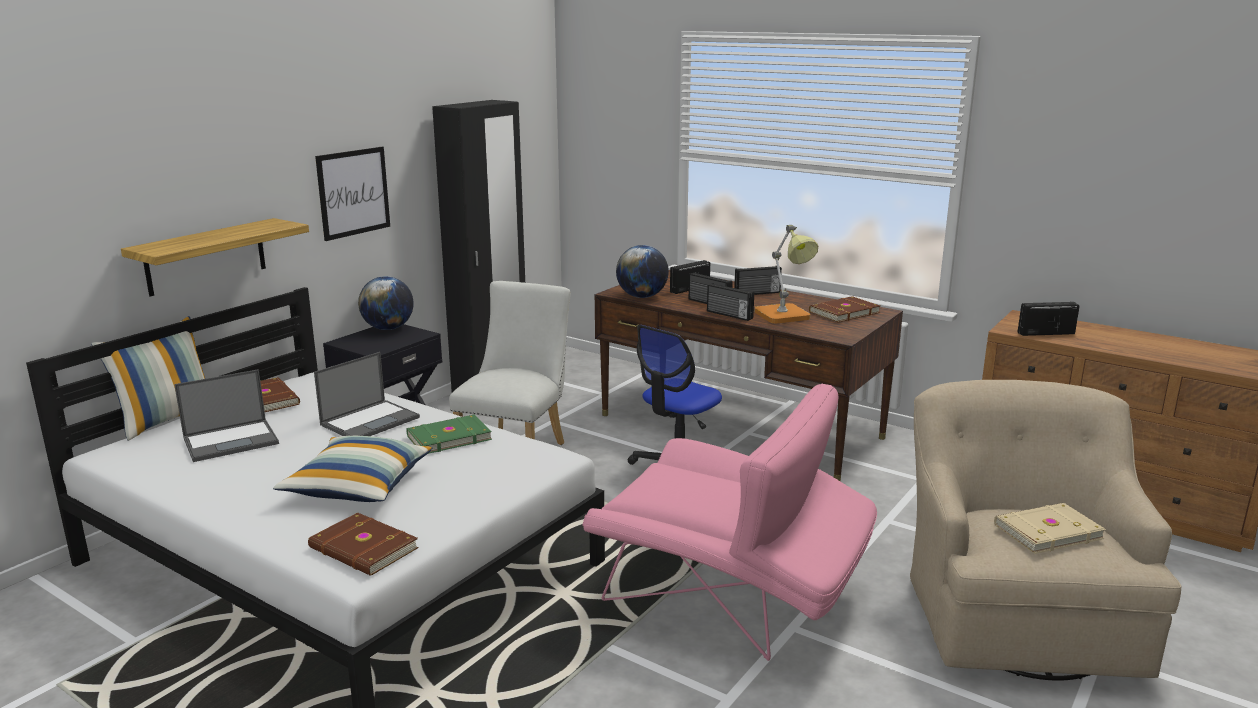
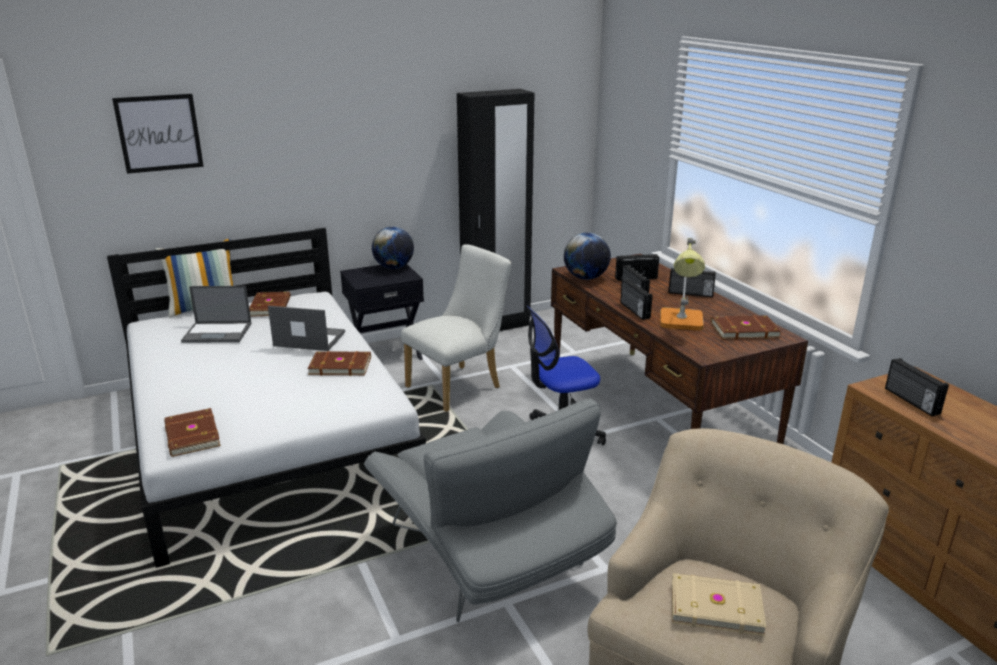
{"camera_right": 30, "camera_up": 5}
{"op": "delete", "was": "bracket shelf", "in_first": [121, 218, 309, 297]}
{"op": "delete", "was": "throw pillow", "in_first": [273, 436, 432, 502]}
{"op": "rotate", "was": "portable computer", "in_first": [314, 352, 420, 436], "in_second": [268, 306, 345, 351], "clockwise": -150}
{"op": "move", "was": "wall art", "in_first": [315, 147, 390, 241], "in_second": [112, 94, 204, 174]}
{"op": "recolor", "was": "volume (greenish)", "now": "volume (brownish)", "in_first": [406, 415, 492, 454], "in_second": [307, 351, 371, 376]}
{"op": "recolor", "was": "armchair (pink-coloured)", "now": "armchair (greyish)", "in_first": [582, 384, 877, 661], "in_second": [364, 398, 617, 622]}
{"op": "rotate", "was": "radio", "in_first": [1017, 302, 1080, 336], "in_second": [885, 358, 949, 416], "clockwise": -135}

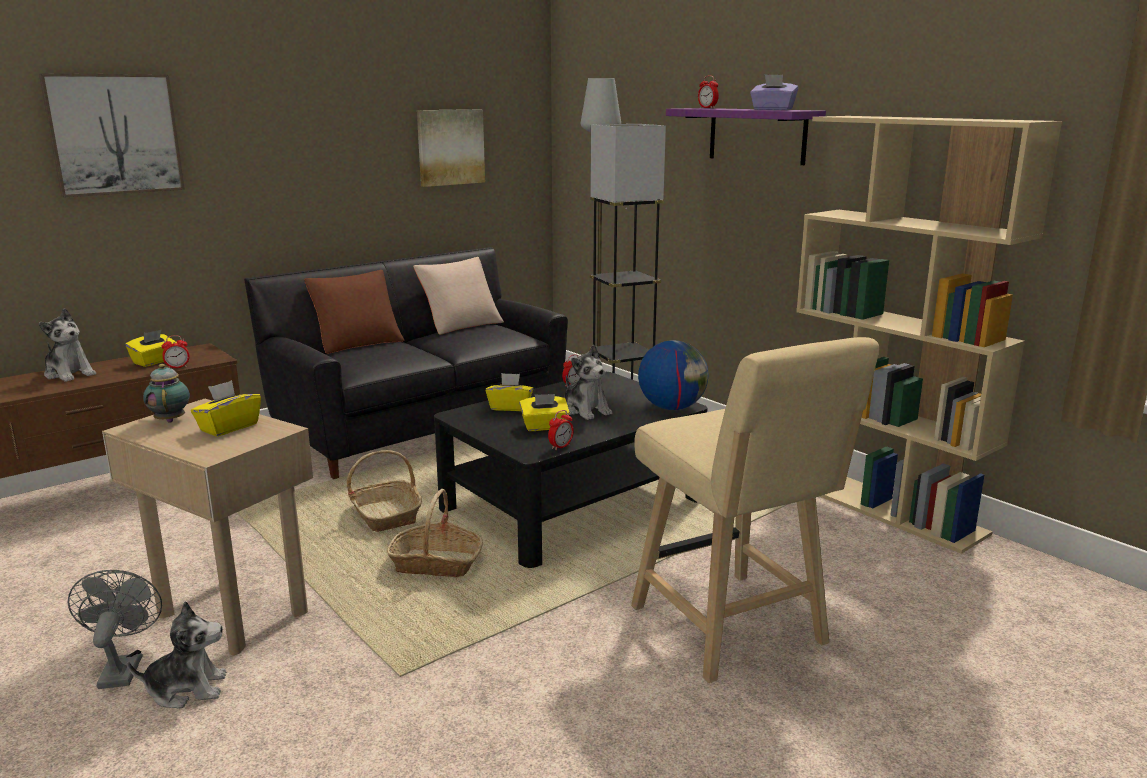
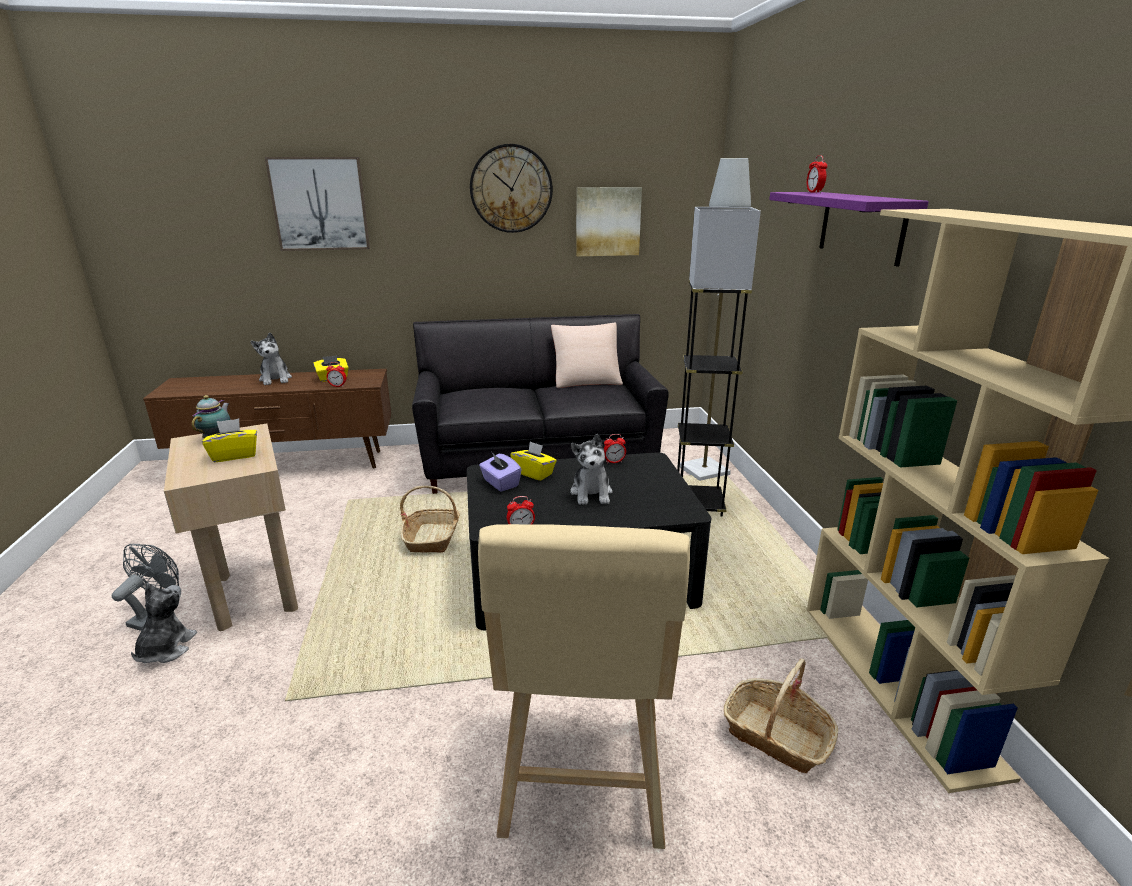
{"camera_right": 30, "camera_up": 5}
{"op": "rotate", "was": "plush toy", "in_first": [127, 601, 227, 709], "in_second": [131, 583, 197, 663], "clockwise": -105}
{"op": "delete", "was": "throw pillow (brownish)", "in_first": [304, 270, 405, 354]}
{"op": "move", "was": "storage basket", "in_first": [387, 489, 483, 577], "in_second": [724, 658, 838, 773]}
{"op": "delete", "was": "box of tissues (yellow)", "in_first": [519, 394, 570, 431]}
{"op": "delete", "was": "desk globe", "in_first": [638, 340, 708, 410]}
{"op": "move", "was": "box of tissues (purple)", "in_first": [750, 74, 798, 110], "in_second": [479, 453, 522, 492]}
{"op": "insert", "now": "clock on the wall", "in_second": [470, 144, 553, 233]}

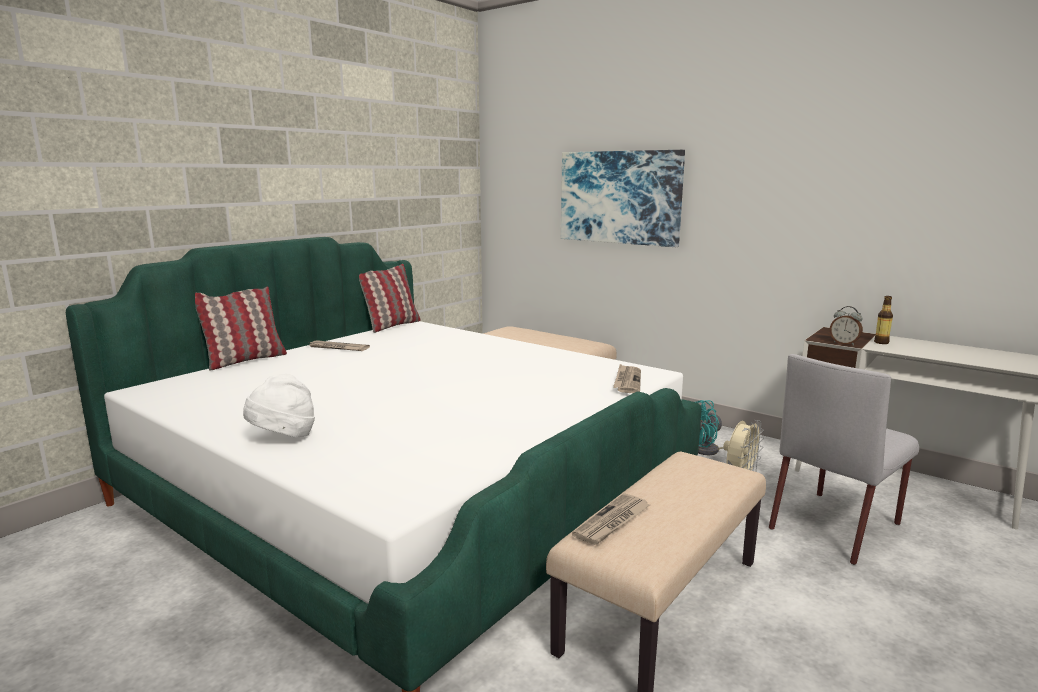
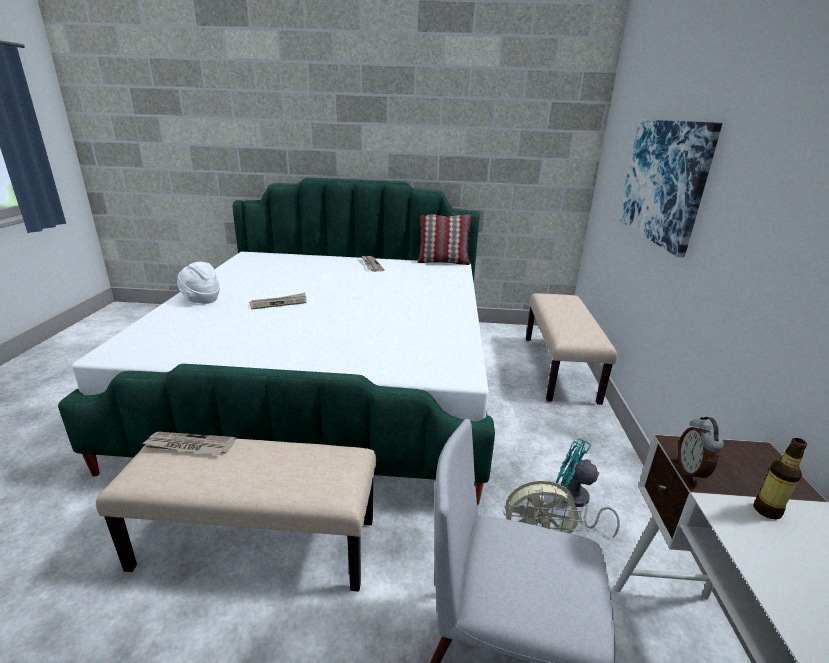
{"camera_right": 55, "camera_up": 10}
{"op": "delete", "was": "throw pillow", "in_first": [195, 287, 287, 371]}
{"op": "move", "was": "daily paper", "in_first": [613, 364, 641, 393], "in_second": [249, 293, 307, 309]}

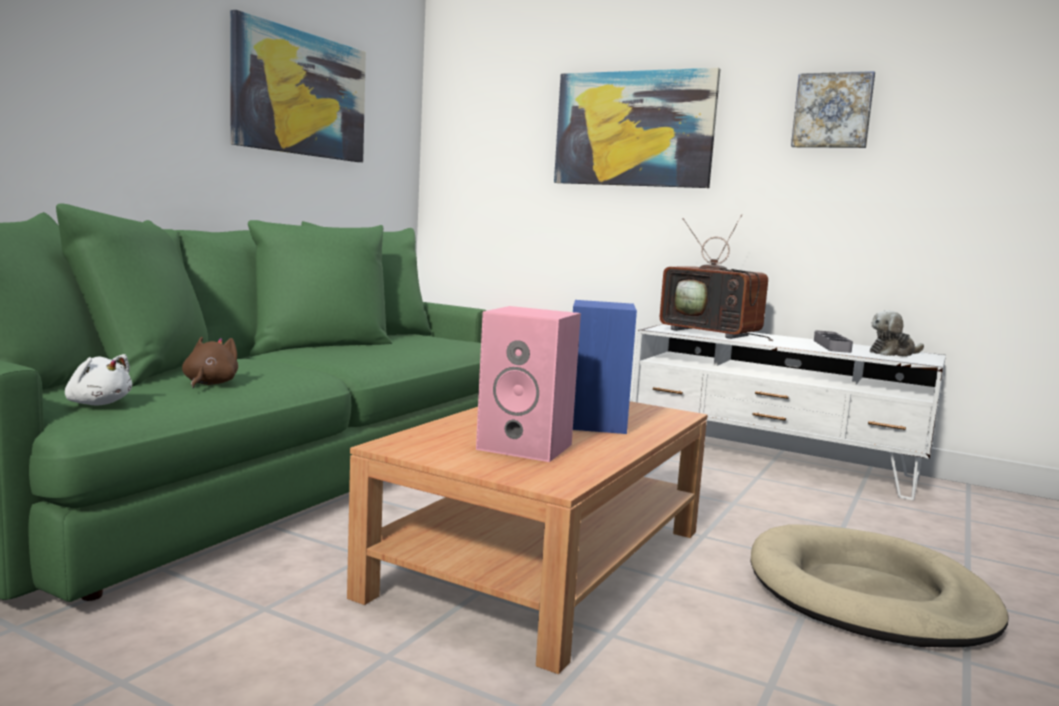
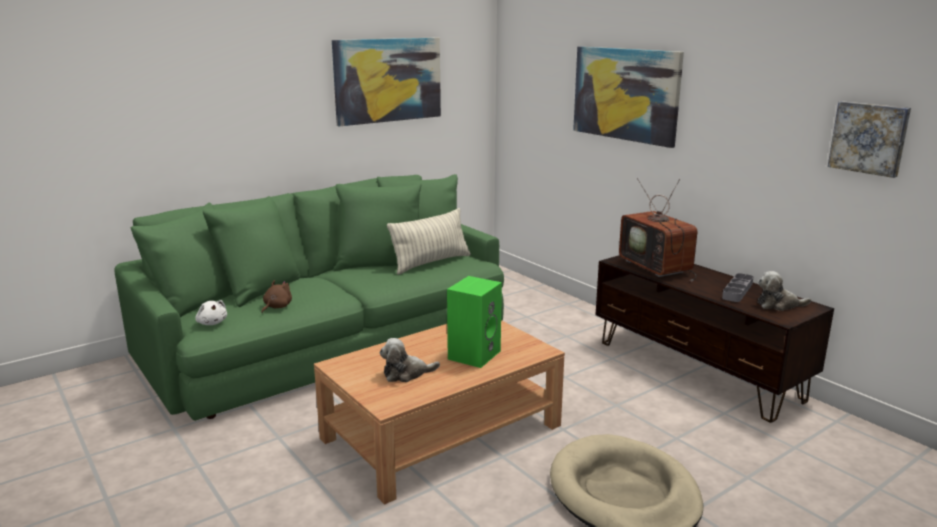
{"camera_right": 25, "camera_up": 10}
{"op": "replace", "was": "audio speaker (pink-coloured)", "now": "plush toy", "in_first": [476, 306, 581, 462], "in_second": [380, 338, 440, 382]}
{"op": "recolor", "was": "audio speaker (bluish)", "now": "audio speaker (greenish)", "in_first": [573, 300, 637, 434], "in_second": [447, 276, 502, 368]}
{"op": "recolor", "was": "tv stand (whitish)", "now": "tv stand (brownish)", "in_first": [632, 324, 946, 500], "in_second": [596, 255, 834, 423]}
{"op": "move", "was": "wall art", "in_first": [791, 71, 875, 148], "in_second": [828, 101, 911, 178]}
{"op": "insert", "now": "throw pillow", "in_second": [387, 208, 471, 275]}

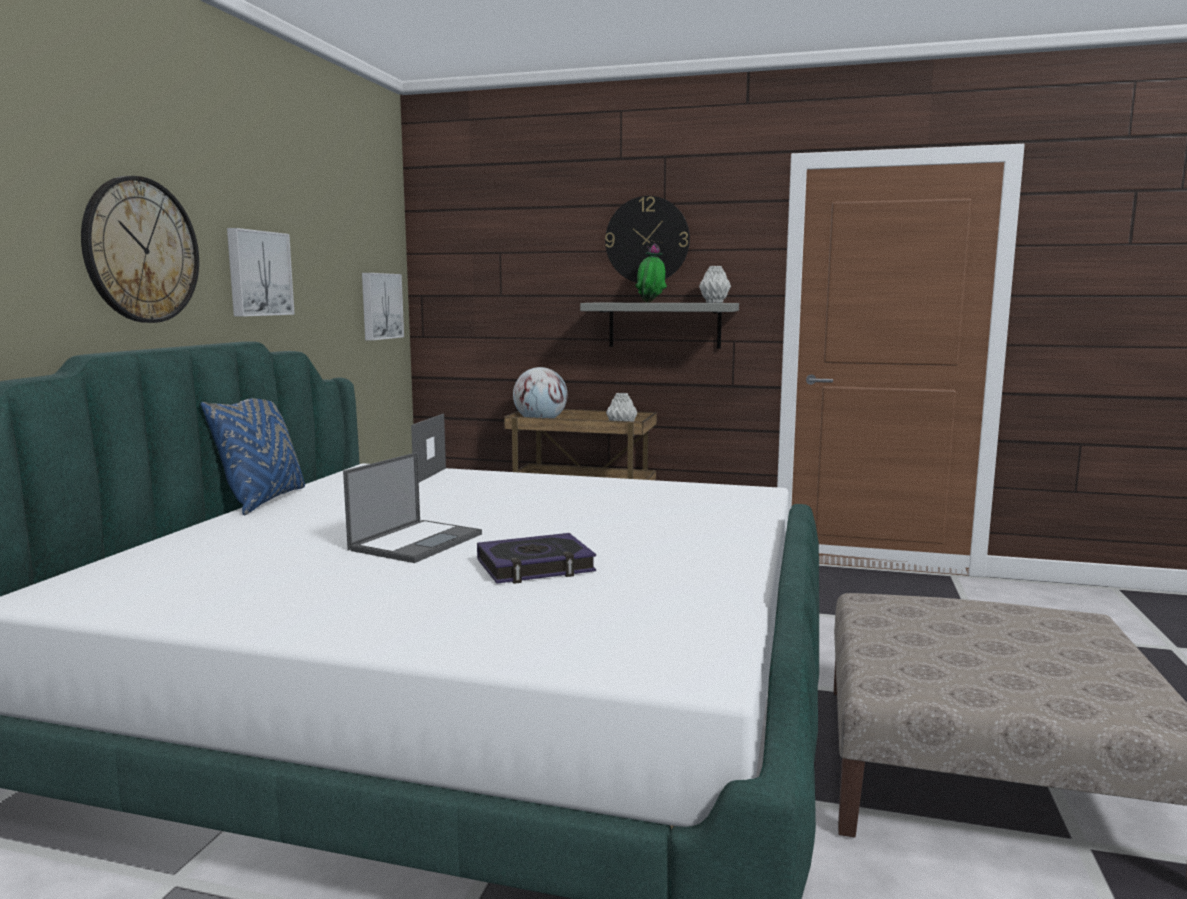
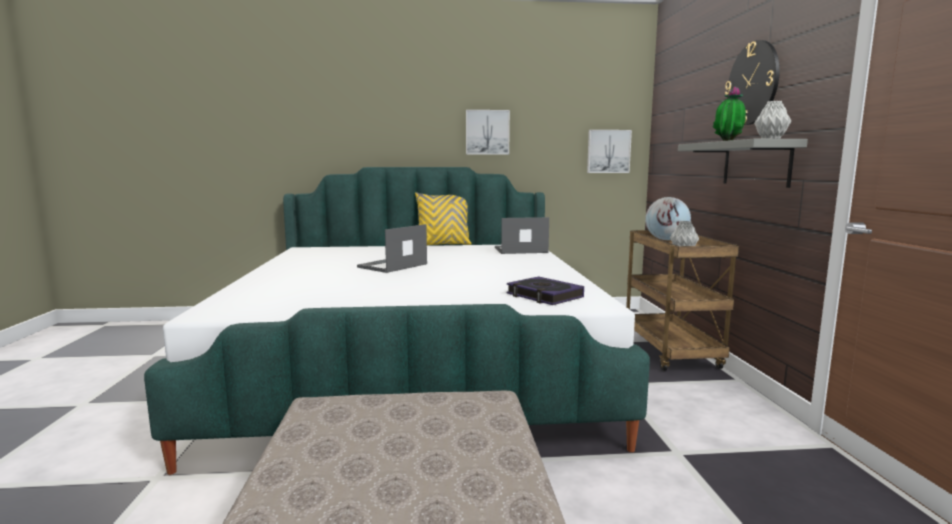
{"camera_right": 70, "camera_up": 0}
{"op": "delete", "was": "clock on the wall", "in_first": [81, 176, 199, 323]}
{"op": "recolor", "was": "throw pillow (bluish)", "now": "throw pillow (yellow)", "in_first": [201, 398, 305, 515], "in_second": [415, 192, 471, 245]}
{"op": "rotate", "was": "portable computer", "in_first": [343, 452, 482, 563], "in_second": [357, 224, 427, 273], "clockwise": 120}
{"op": "move", "was": "volume", "in_first": [477, 533, 596, 584], "in_second": [507, 276, 584, 305]}

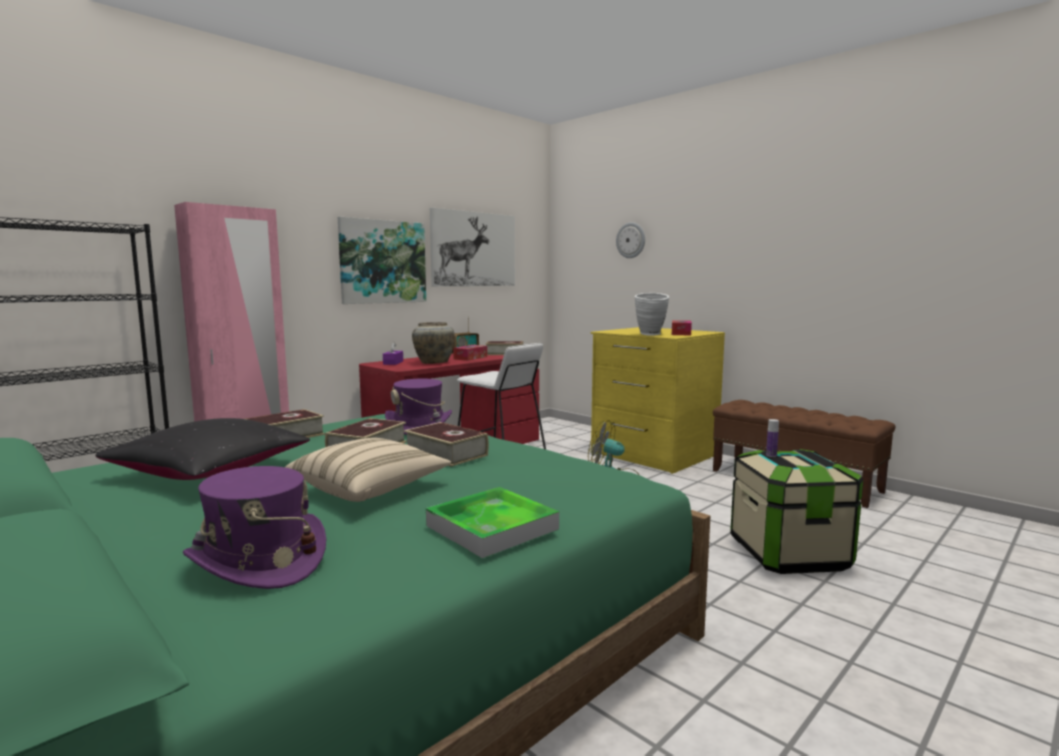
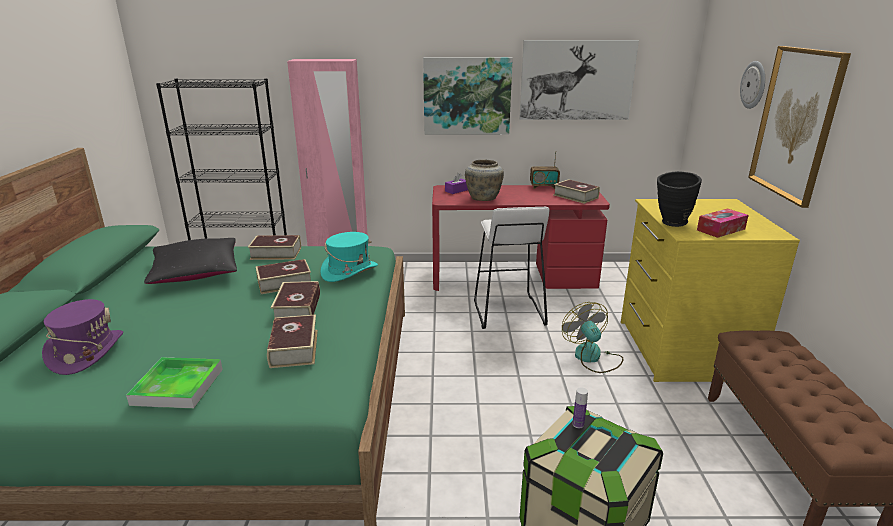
{"camera_right": 45, "camera_up": 15}
{"op": "delete", "was": "throw pillow (beige)", "in_first": [285, 438, 451, 502]}
{"op": "recolor", "was": "clothing hat (purple)", "now": "clothing hat (turquoise-coloured)", "in_first": [385, 378, 452, 435], "in_second": [320, 232, 378, 282]}
{"op": "delete", "was": "box of tissues", "in_first": [453, 345, 487, 361]}
{"op": "recolor", "was": "decorative vase (whitish)", "now": "decorative vase (black)", "in_first": [635, 293, 669, 336], "in_second": [657, 171, 702, 227]}
{"op": "insert", "now": "volume", "in_second": [267, 314, 318, 368]}
{"op": "insert", "now": "wall art", "in_second": [748, 46, 851, 208]}

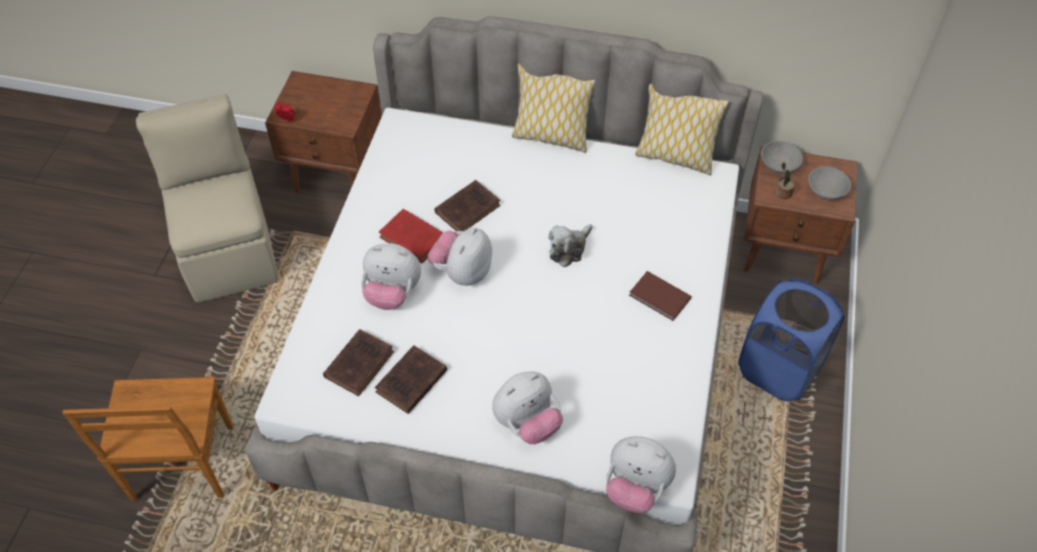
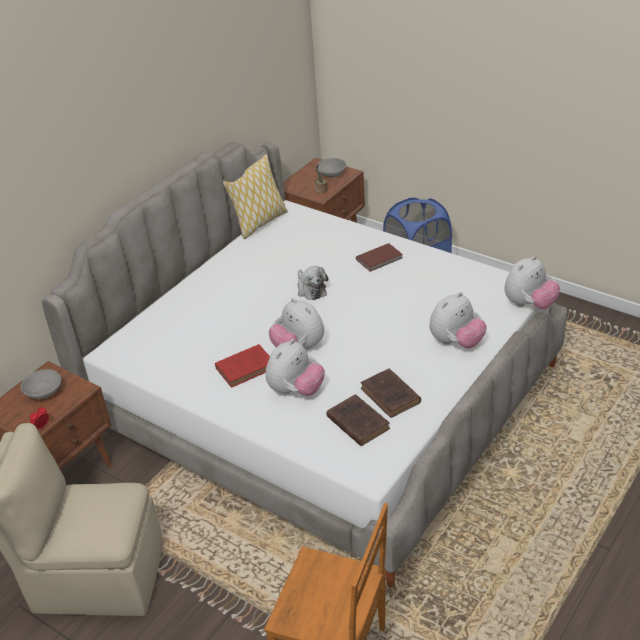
{"camera_right": -65, "camera_up": -15}
{"op": "delete", "was": "volume (brownish)", "in_first": [435, 180, 501, 231]}
{"op": "rotate", "was": "plush toy", "in_first": [492, 371, 563, 444], "in_second": [429, 292, 487, 348], "clockwise": 60}
{"op": "delete", "was": "throw pillow", "in_first": [512, 63, 595, 153]}
{"op": "move", "was": "bowl (greyish)", "in_first": [761, 141, 803, 174], "in_second": [21, 369, 61, 399]}

